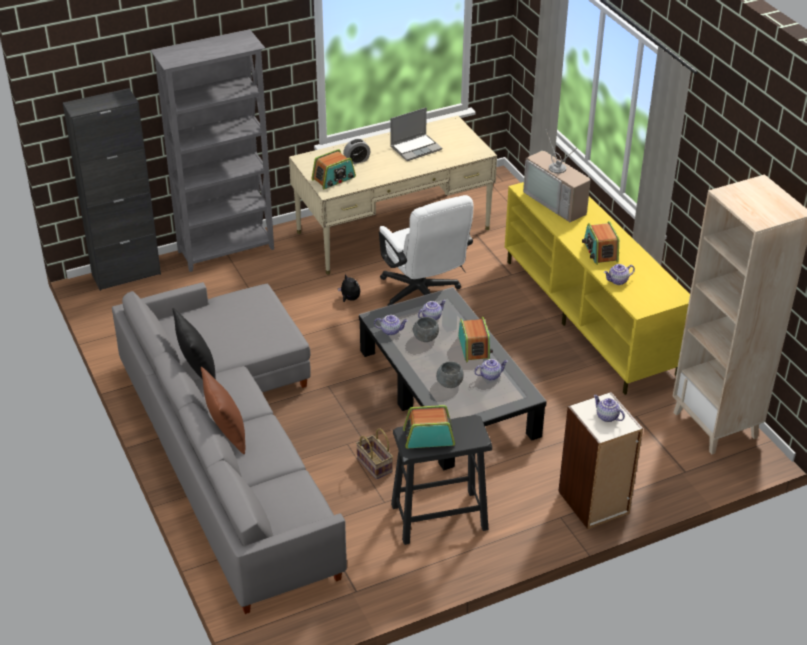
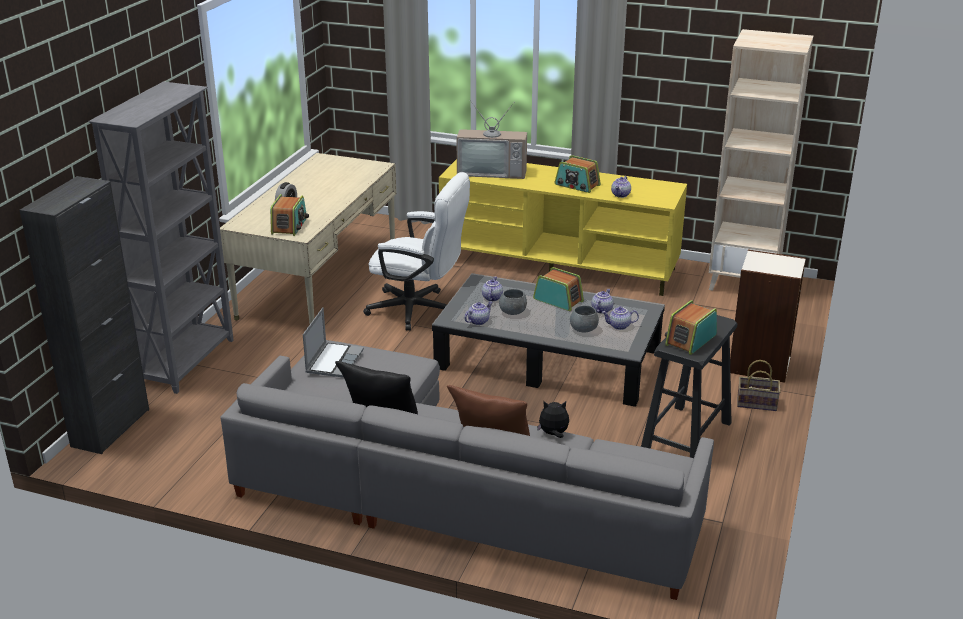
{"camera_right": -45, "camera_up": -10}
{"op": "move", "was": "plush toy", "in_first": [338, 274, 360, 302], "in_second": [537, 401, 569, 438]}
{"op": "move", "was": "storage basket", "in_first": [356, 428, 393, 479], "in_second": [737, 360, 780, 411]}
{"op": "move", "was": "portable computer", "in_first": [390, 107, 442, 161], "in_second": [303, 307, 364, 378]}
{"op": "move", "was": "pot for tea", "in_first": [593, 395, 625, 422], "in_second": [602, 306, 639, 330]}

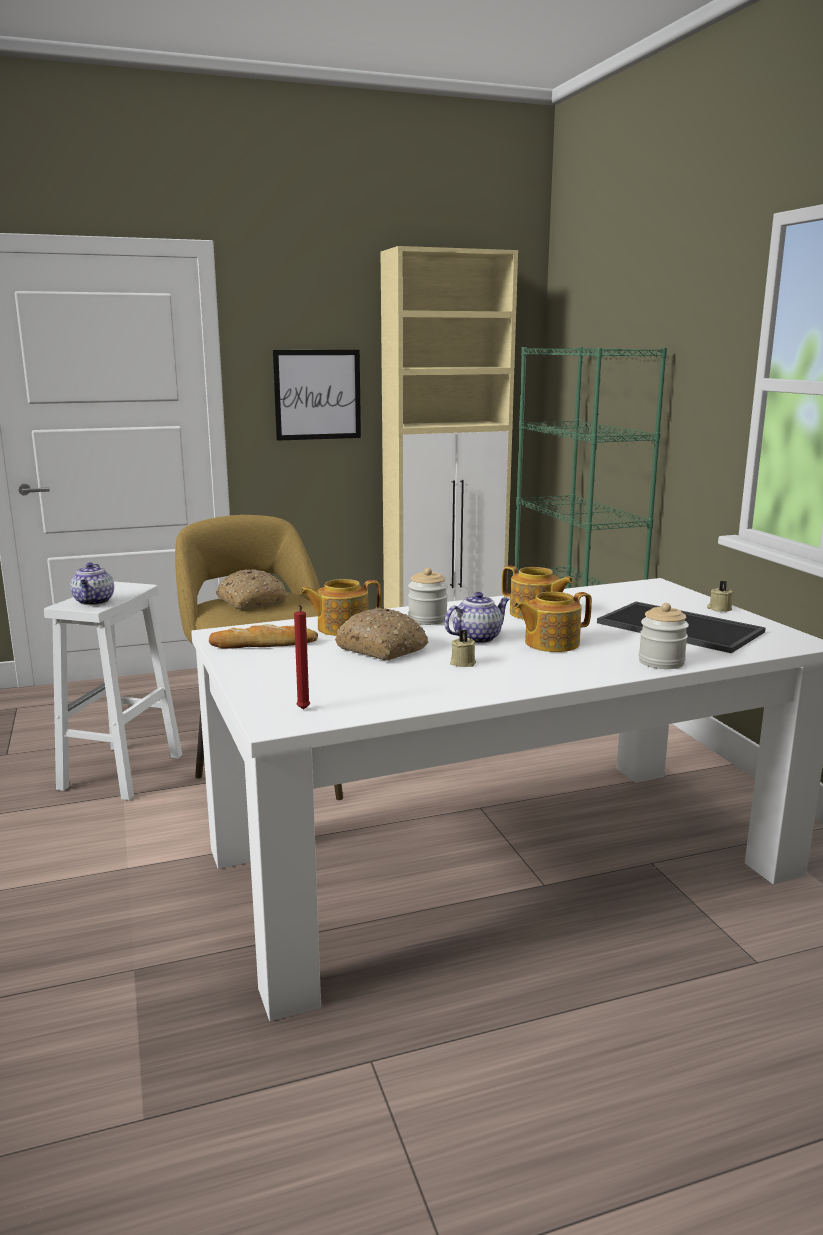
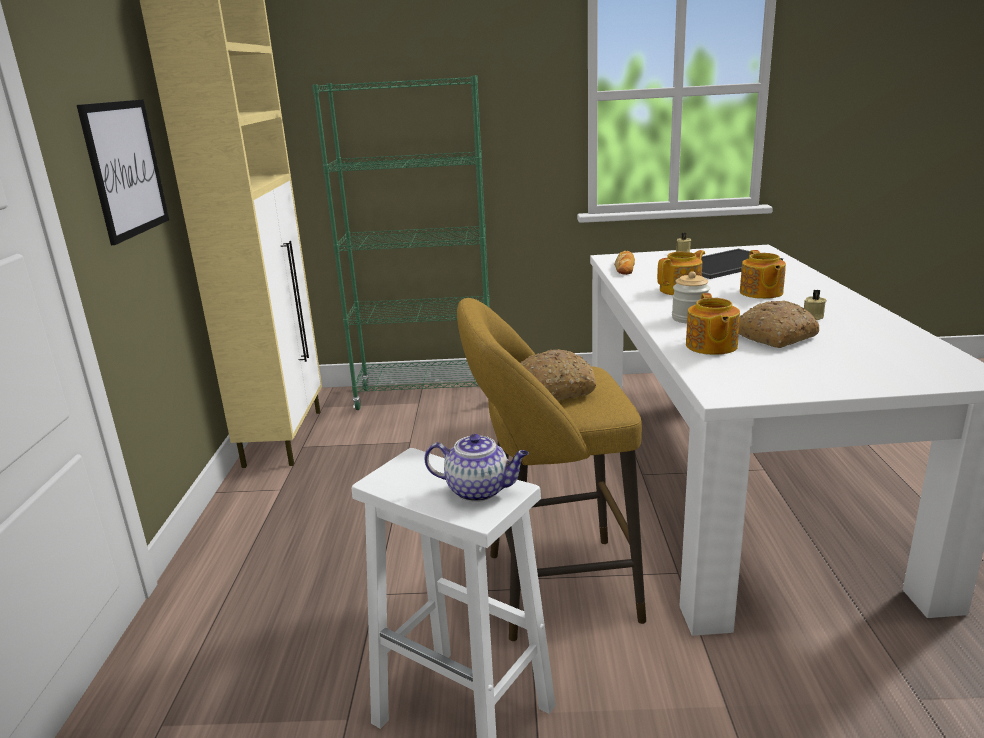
{"camera_right": -70, "camera_up": 5}
{"op": "move", "was": "bakery bread", "in_first": [209, 624, 318, 649], "in_second": [614, 251, 635, 275]}
{"op": "delete", "was": "candle (reddish)", "in_first": [294, 605, 310, 710]}
{"op": "delete", "was": "pot for tea", "in_first": [444, 592, 509, 644]}
{"op": "delete", "was": "preserve jar", "in_first": [639, 603, 689, 669]}

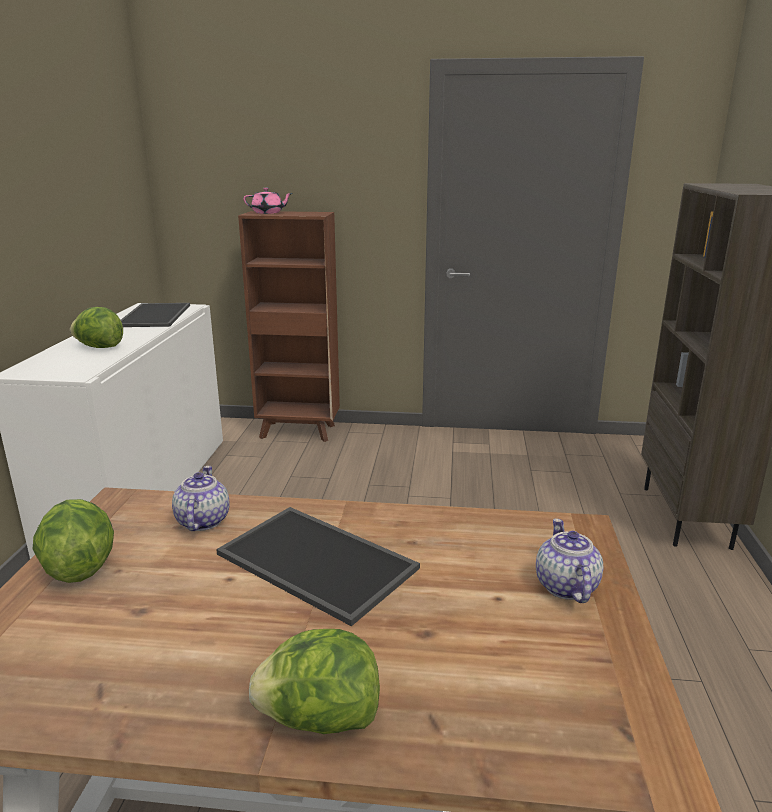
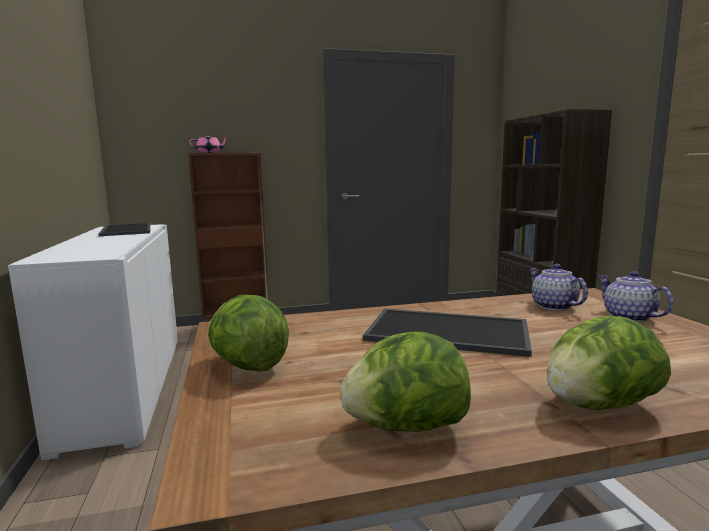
{"camera_right": -20, "camera_up": -10}
{"op": "move", "was": "head of lettuce", "in_first": [70, 307, 123, 348], "in_second": [340, 332, 471, 432]}
{"op": "move", "was": "pot for tea", "in_first": [172, 466, 230, 531], "in_second": [529, 264, 588, 311]}

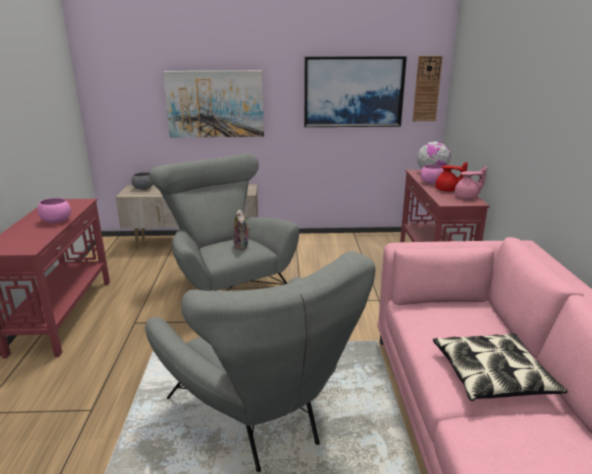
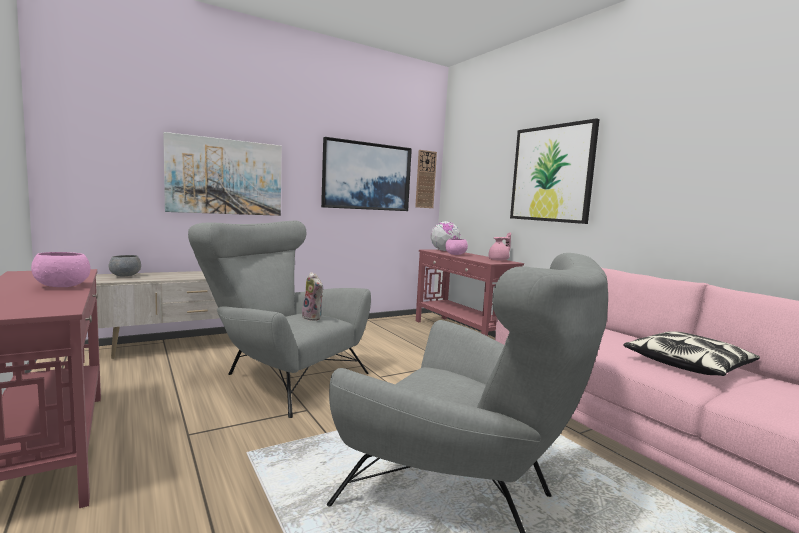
{"camera_right": -30, "camera_up": -15}
{"op": "delete", "was": "pot for tea (reddish)", "in_first": [435, 162, 468, 192]}
{"op": "insert", "now": "wall art", "in_second": [510, 118, 600, 224]}

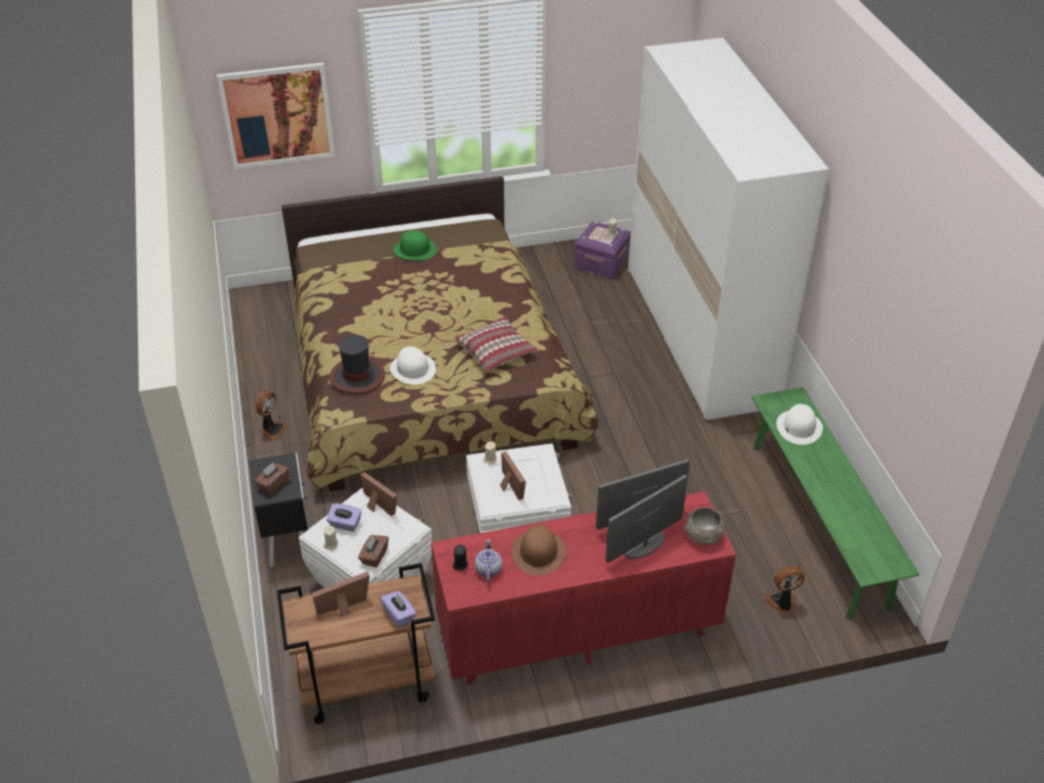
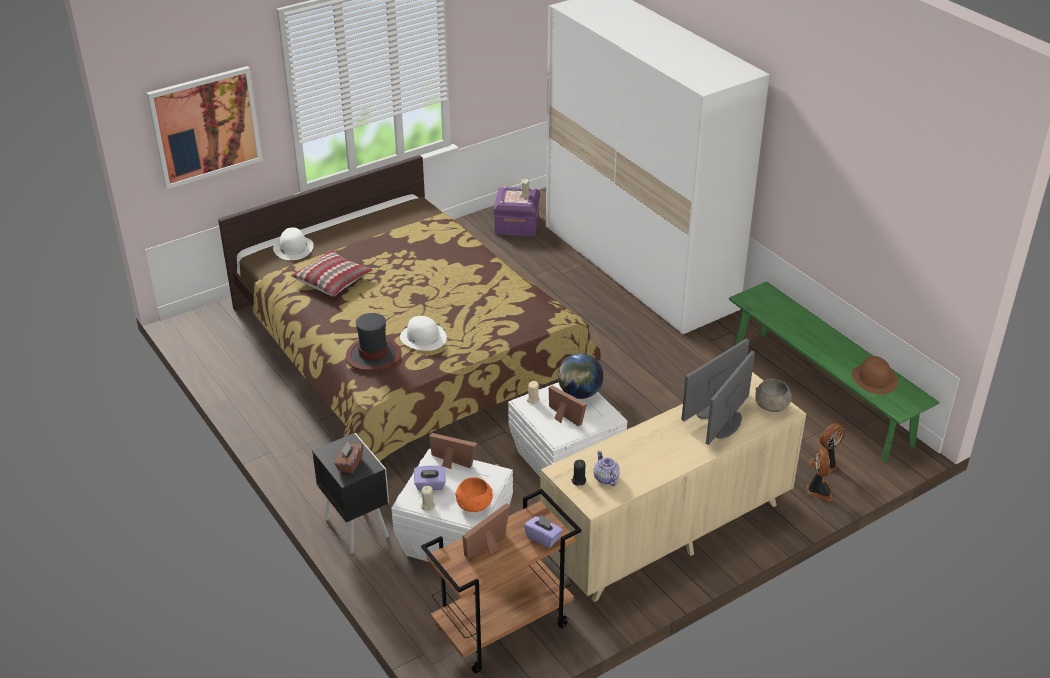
{"camera_right": -20, "camera_up": -5}
{"op": "move", "was": "cooling fan", "in_first": [255, 391, 288, 441], "in_second": [806, 449, 833, 502]}
{"op": "replace", "was": "box of tissues (brownish)", "now": "bowl (orange)", "in_first": [358, 535, 389, 568], "in_second": [455, 477, 493, 512]}
{"op": "delete", "was": "clothing hat (greenish)", "in_first": [394, 230, 437, 260]}
{"op": "recolor", "was": "dresser (reddish)", "now": "dresser (beige)", "in_first": [431, 491, 736, 685], "in_second": [540, 372, 806, 602]}
{"op": "move", "was": "throw pillow", "in_first": [454, 317, 538, 372], "in_second": [291, 250, 373, 296]}
{"op": "move", "was": "clothing hat (brownish)", "in_first": [512, 525, 566, 576], "in_second": [851, 356, 898, 395]}
{"op": "move", "was": "clothing hat (whitish)", "in_first": [776, 404, 823, 445], "in_second": [273, 227, 314, 260]}
{"op": "insert", "now": "desk globe", "in_second": [558, 353, 603, 399]}

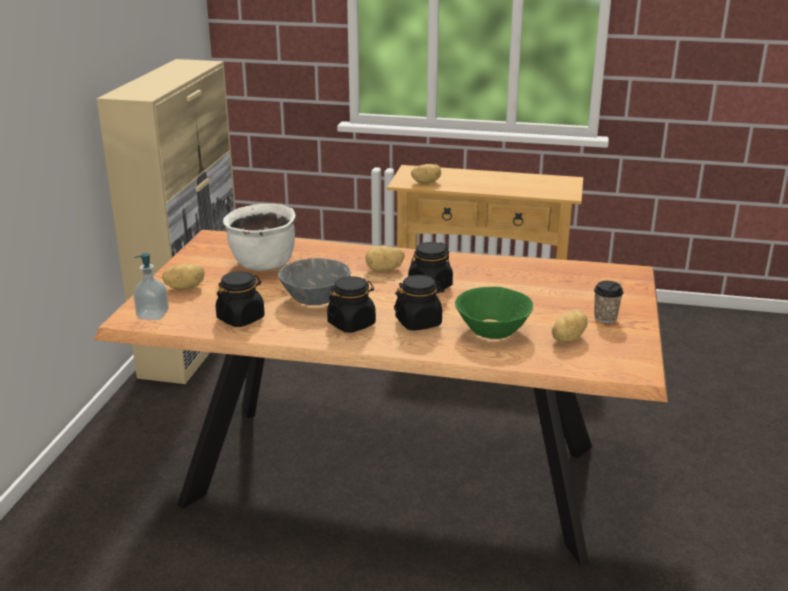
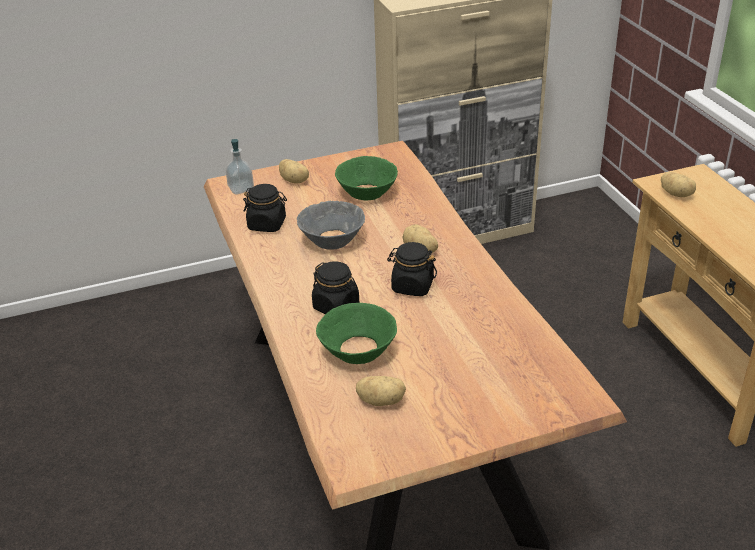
{"camera_right": 60, "camera_up": 10}
{"op": "replace", "was": "stockpot (whitish)", "now": "bowl (greenish)", "in_first": [223, 204, 296, 271], "in_second": [335, 156, 398, 200]}
{"op": "delete", "was": "preserve jar (black)", "in_first": [327, 276, 376, 333]}
{"op": "delete", "was": "drinking cup", "in_first": [594, 281, 624, 323]}

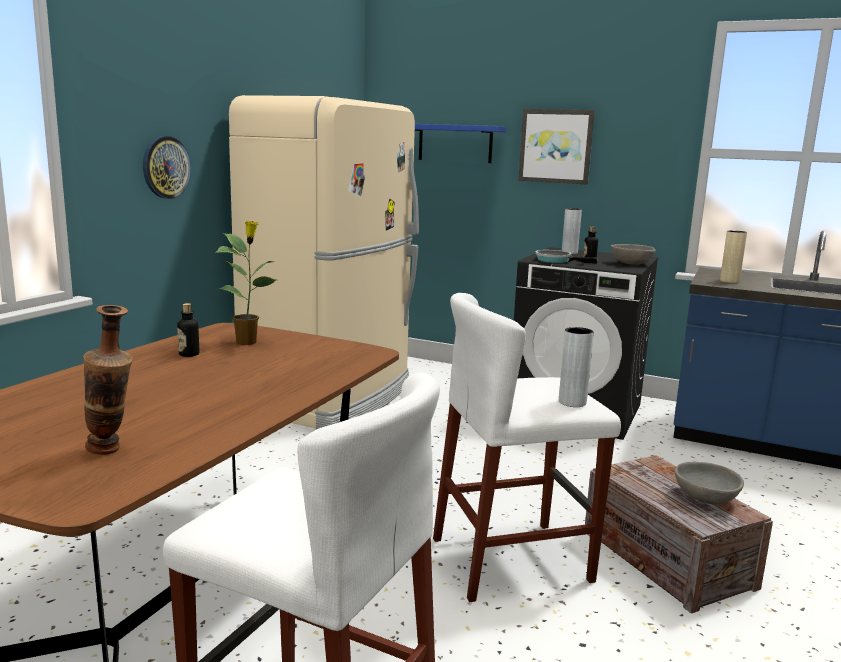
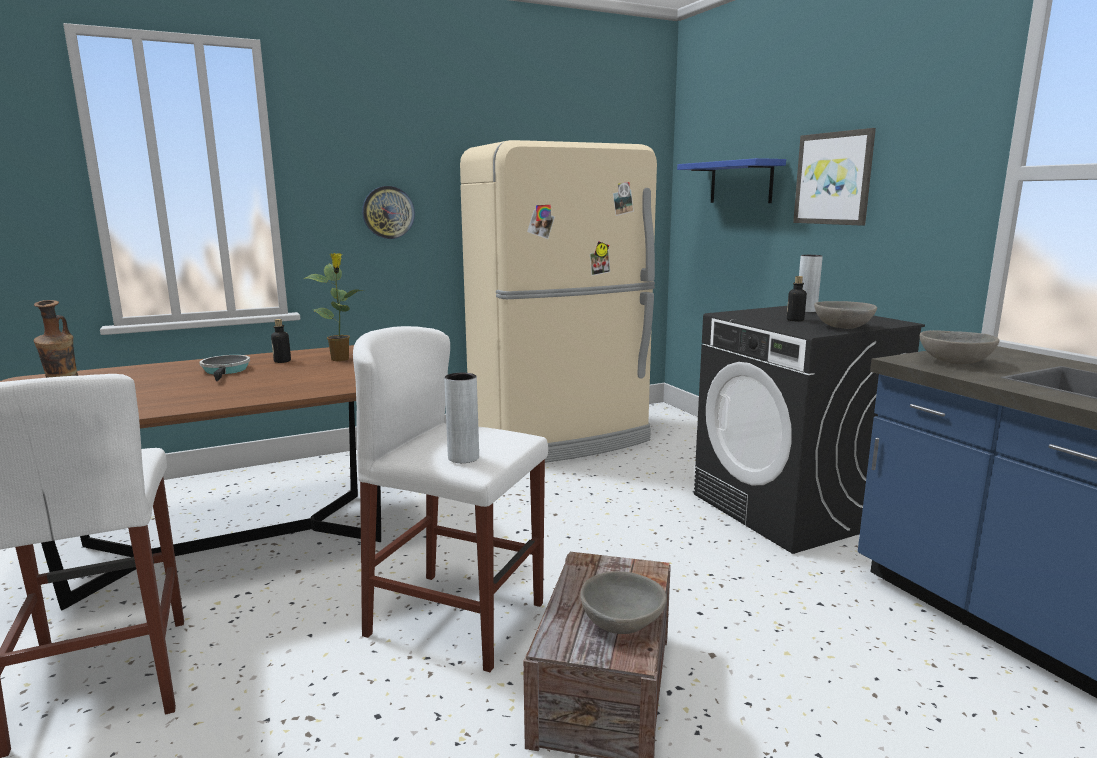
{"camera_right": 40, "camera_up": 0}
{"op": "move", "was": "skillet", "in_first": [535, 250, 597, 264], "in_second": [200, 355, 250, 381]}
{"op": "replace", "was": "decorative vase (beige)", "now": "bowl (greyish)", "in_first": [720, 230, 747, 283], "in_second": [920, 330, 999, 364]}

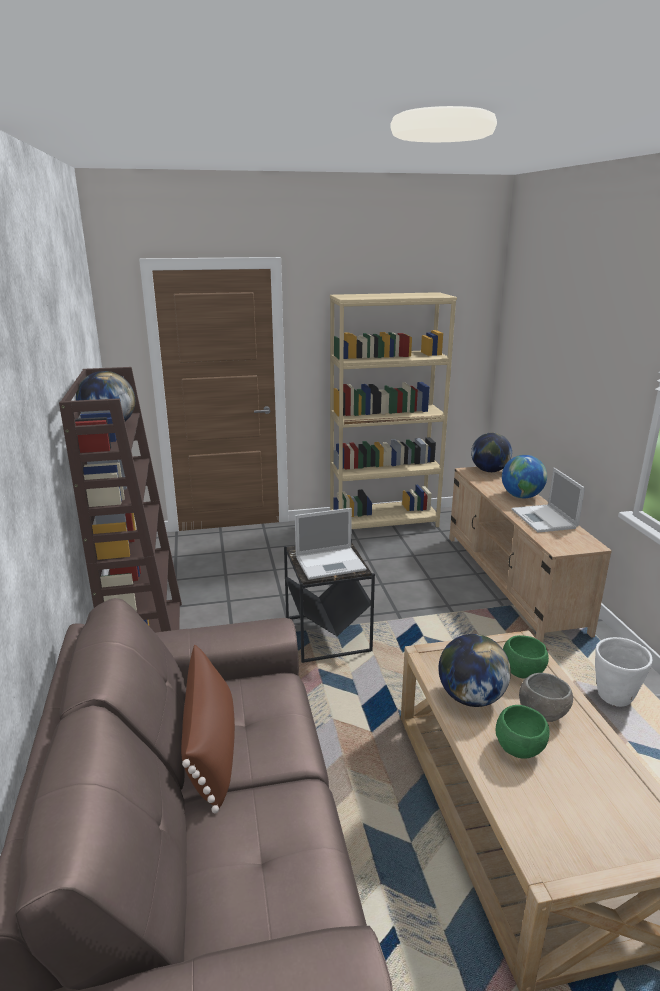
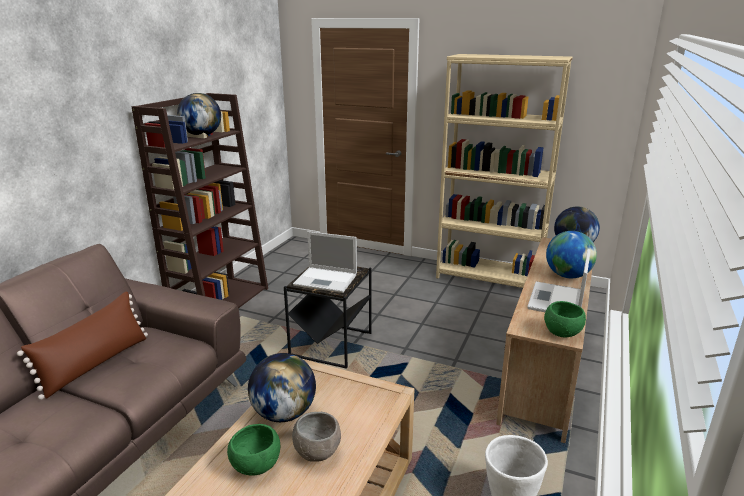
{"camera_right": 35, "camera_up": 0}
{"op": "move", "was": "bowl (greenish)", "in_first": [503, 635, 549, 679], "in_second": [544, 301, 586, 338]}

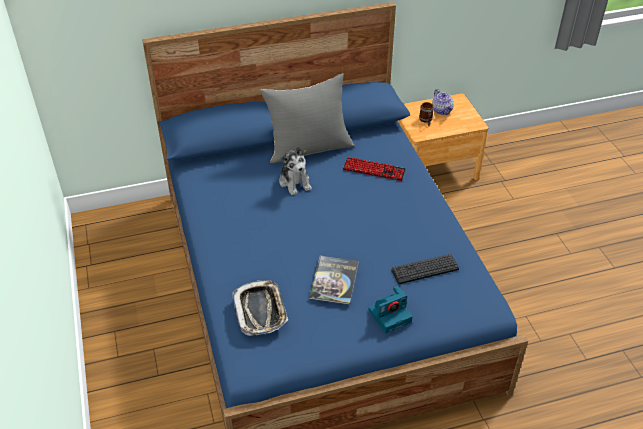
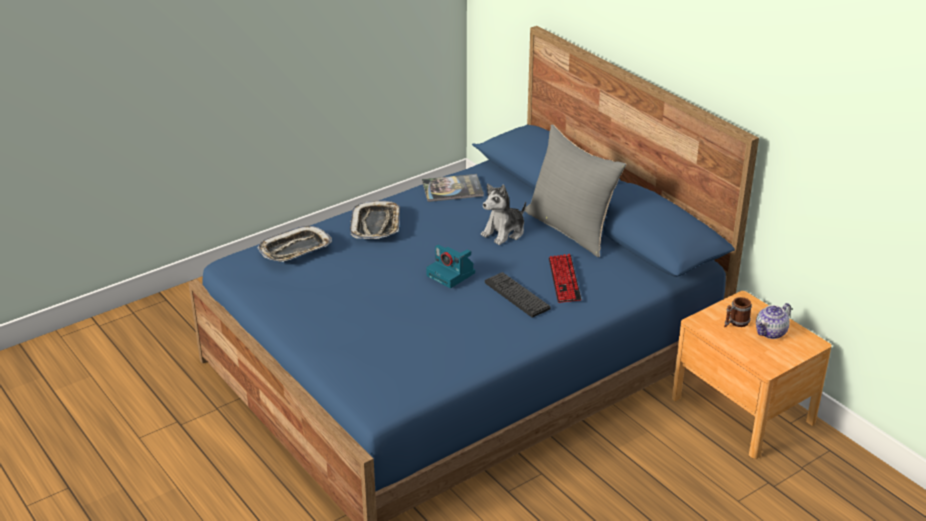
{"camera_right": 70, "camera_up": -10}
{"op": "move", "was": "volume", "in_first": [309, 256, 359, 305], "in_second": [422, 174, 484, 202]}
{"op": "move", "was": "photo camera", "in_first": [368, 286, 413, 333], "in_second": [426, 245, 475, 288]}
{"op": "move", "was": "PC keyboard", "in_first": [391, 254, 459, 284], "in_second": [485, 272, 551, 317]}
{"op": "insert", "now": "tray", "in_second": [350, 201, 400, 239]}

